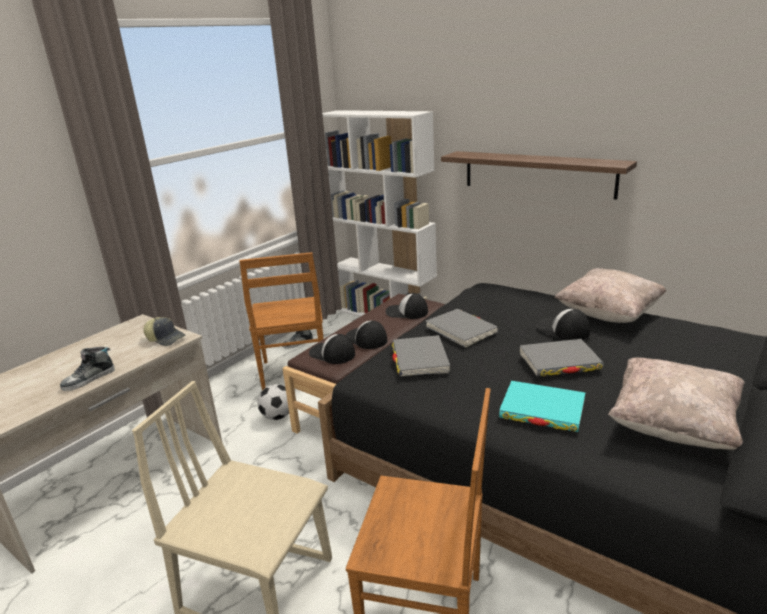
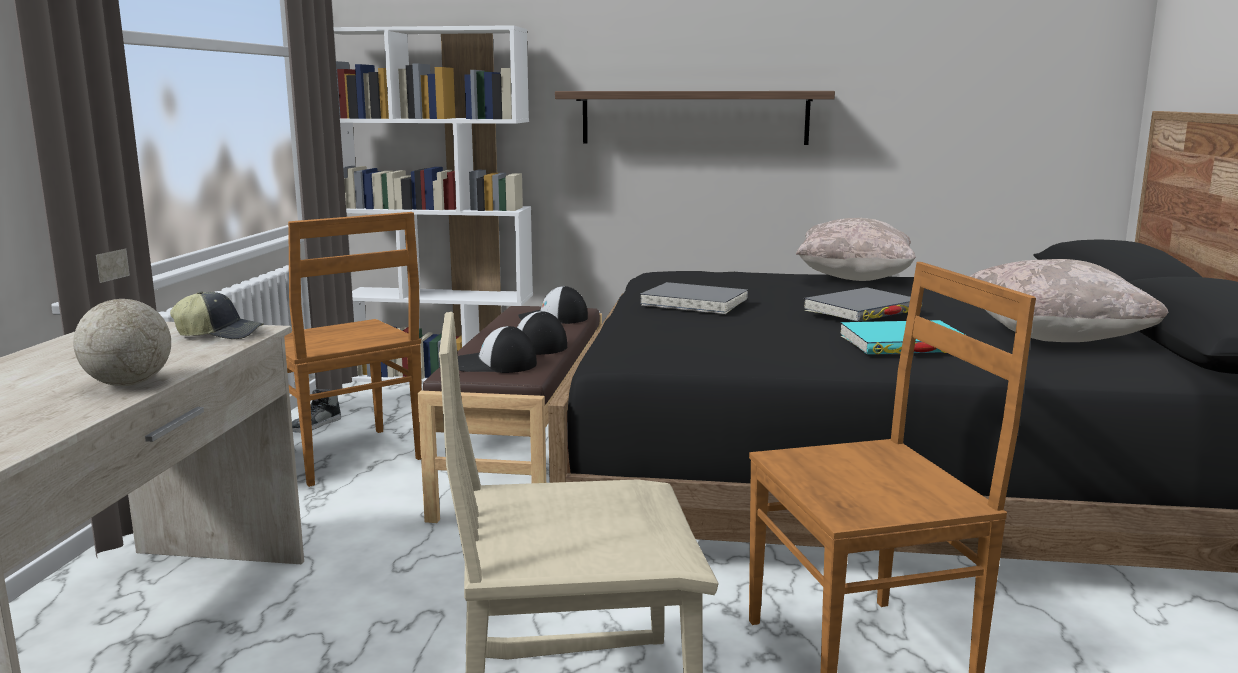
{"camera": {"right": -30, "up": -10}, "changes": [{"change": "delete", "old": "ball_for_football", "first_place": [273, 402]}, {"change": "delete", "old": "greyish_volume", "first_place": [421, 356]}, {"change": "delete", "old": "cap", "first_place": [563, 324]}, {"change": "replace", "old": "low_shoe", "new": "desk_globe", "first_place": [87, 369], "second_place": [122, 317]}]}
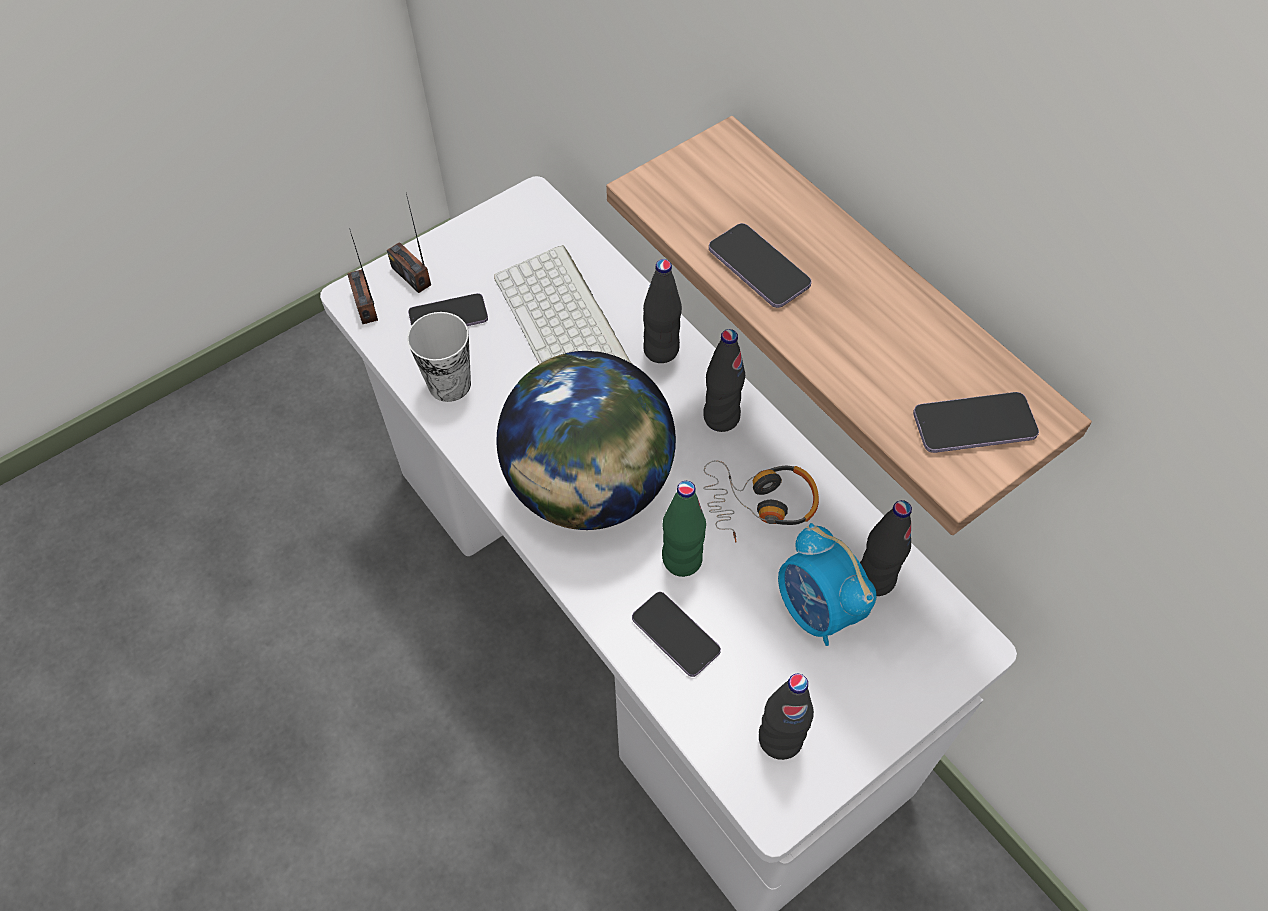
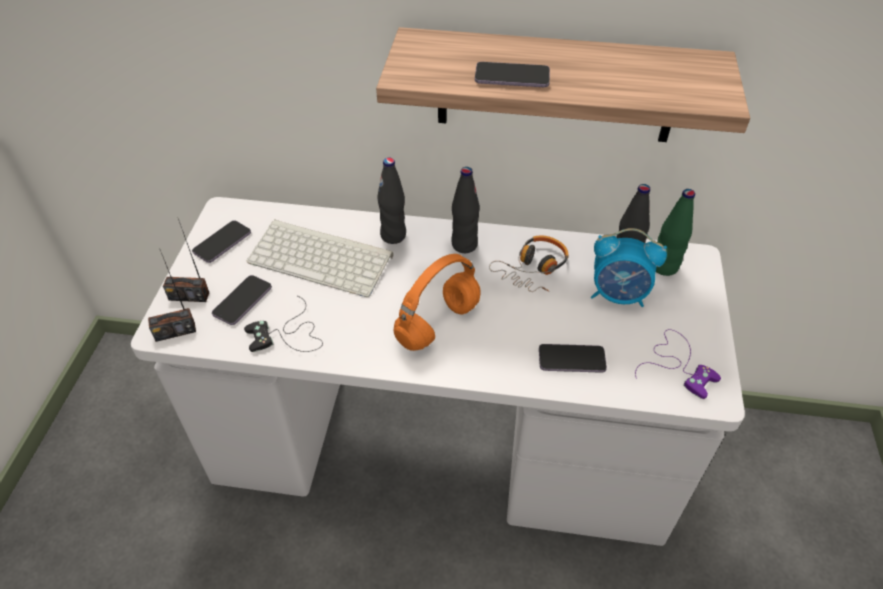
{"camera": {"right": -45, "up": -10}, "changes": [{"change": "move", "old": "green-coloured_drink_bottle", "first_place": [684, 529], "second_place": [675, 232]}, {"change": "move", "old": "phone", "first_place": [976, 422], "second_place": [221, 241]}, {"change": "replace", "old": "cup", "new": "blackish_gamepad", "first_place": [439, 357], "second_place": [283, 324]}, {"change": "replace", "old": "desk_globe", "new": "orange_pair_of_headphones", "first_place": [586, 440], "second_place": [436, 302]}, {"change": "replace", "old": "blackish_drink_bottle", "new": "purple-coloured_gamepad", "first_place": [786, 717], "second_place": [678, 364]}, {"change": "rotate", "old": "radio", "first_place": [362, 276], "second_place": [172, 296], "degrees": -45}]}
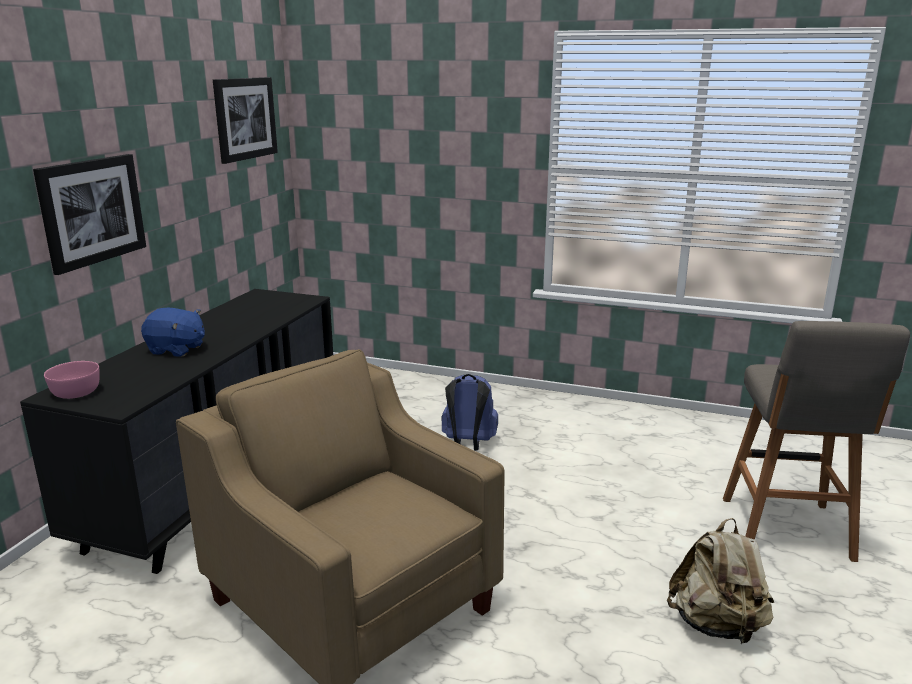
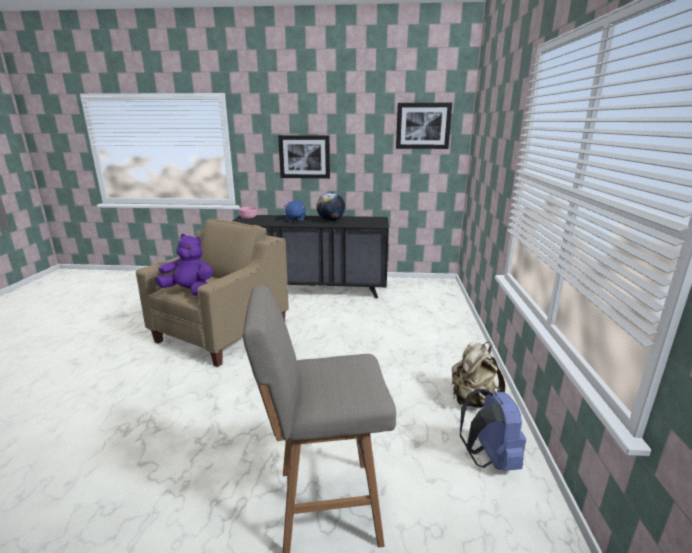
{"camera": {"right": 75, "up": 0}, "changes": [{"change": "insert", "new": "purple-coloured_soft_toy", "second_place": [184, 265]}, {"change": "insert", "new": "desk_globe", "second_place": [331, 206]}, {"change": "move", "old": "blue_knapsack", "first_place": [470, 412], "second_place": [493, 430]}, {"change": "move", "old": "sand-coloured_knapsack", "first_place": [720, 581], "second_place": [478, 375]}]}
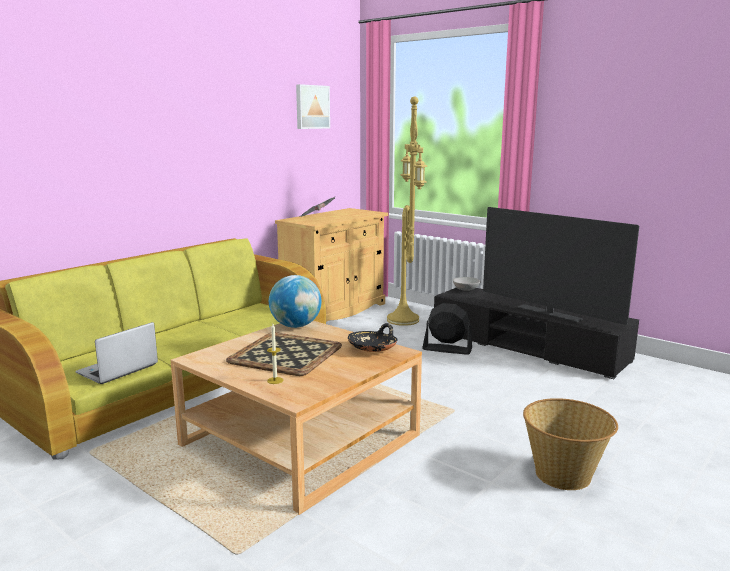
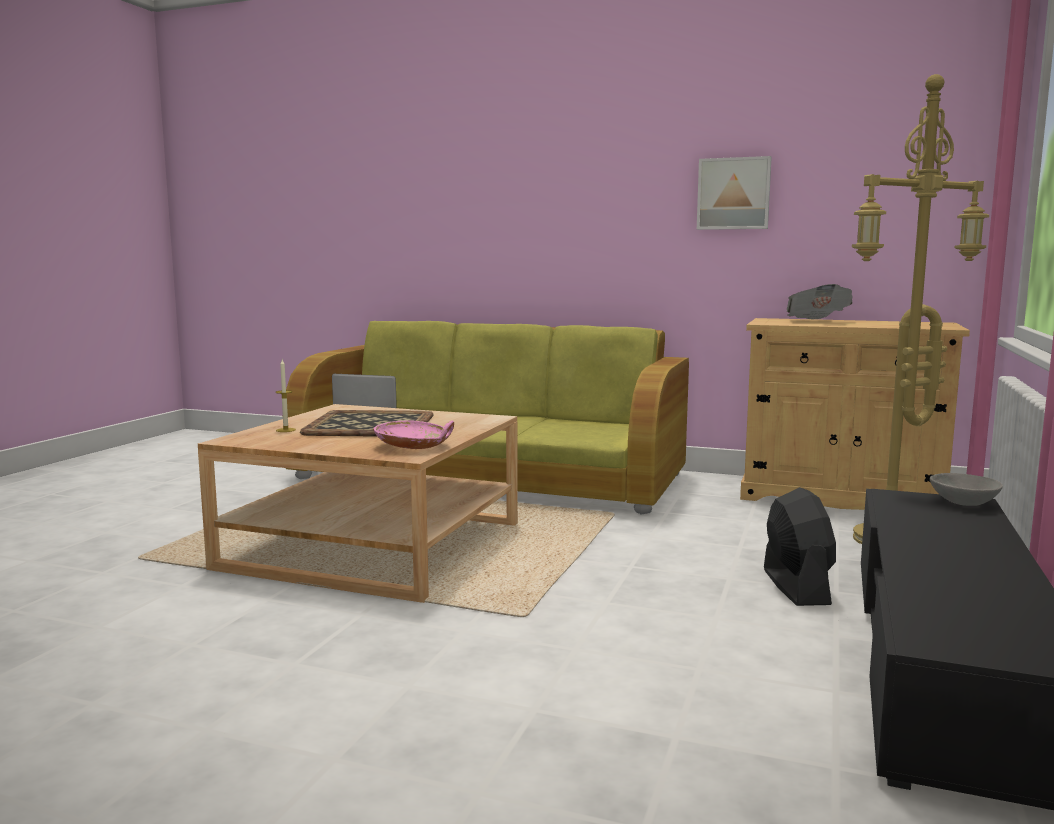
{"camera": {"right": 70, "up": -5}, "changes": [{"change": "delete", "old": "desk_globe", "first_place": [295, 301]}, {"change": "delete", "old": "TV_set", "first_place": [561, 266]}, {"change": "delete", "old": "storage_basket", "first_place": [570, 444]}, {"change": "move", "old": "picture", "first_place": [313, 106], "second_place": [734, 193]}, {"change": "recolor", "old": "blackish_deep_dish", "new": "pink_deep_dish", "first_place": [373, 337], "second_place": [413, 434]}]}
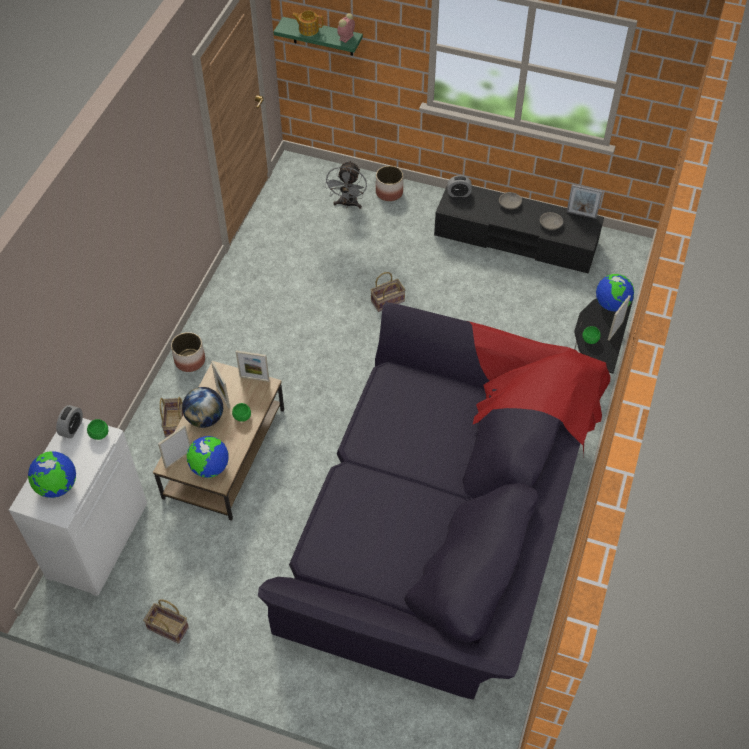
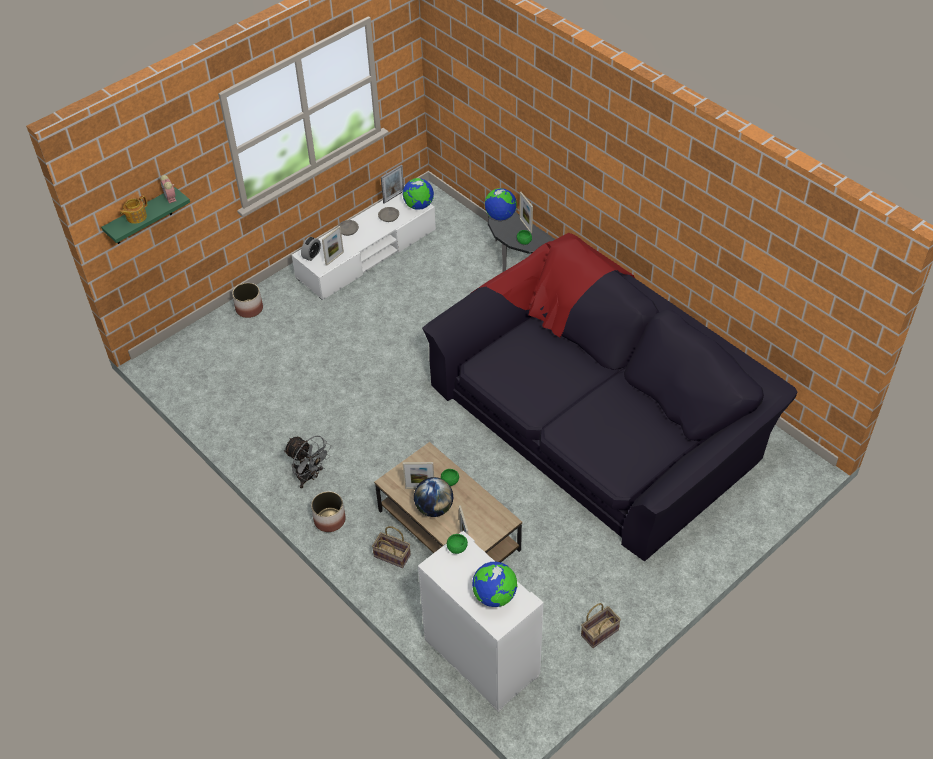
{"camera": {"right": -60, "up": -5}, "changes": [{"change": "delete", "old": "table_clock", "first_place": [69, 422]}, {"change": "delete", "old": "storage_basket", "first_place": [388, 292]}, {"change": "move", "old": "desk_globe", "first_place": [208, 457], "second_place": [418, 194]}, {"change": "move", "old": "picture_frame", "first_place": [252, 366], "second_place": [333, 246]}, {"change": "move", "old": "greyish_fan", "first_place": [346, 184], "second_place": [307, 462]}, {"change": "recolor", "old": "blackish_tv_stand", "new": "whitish_tv_stand", "first_place": [519, 229], "second_place": [364, 246]}]}
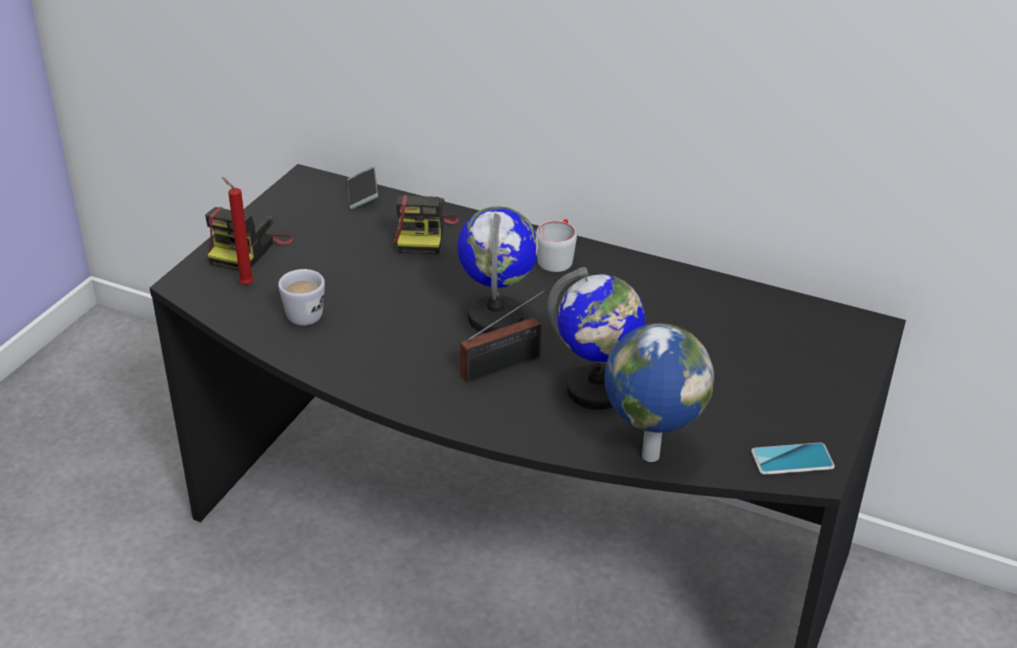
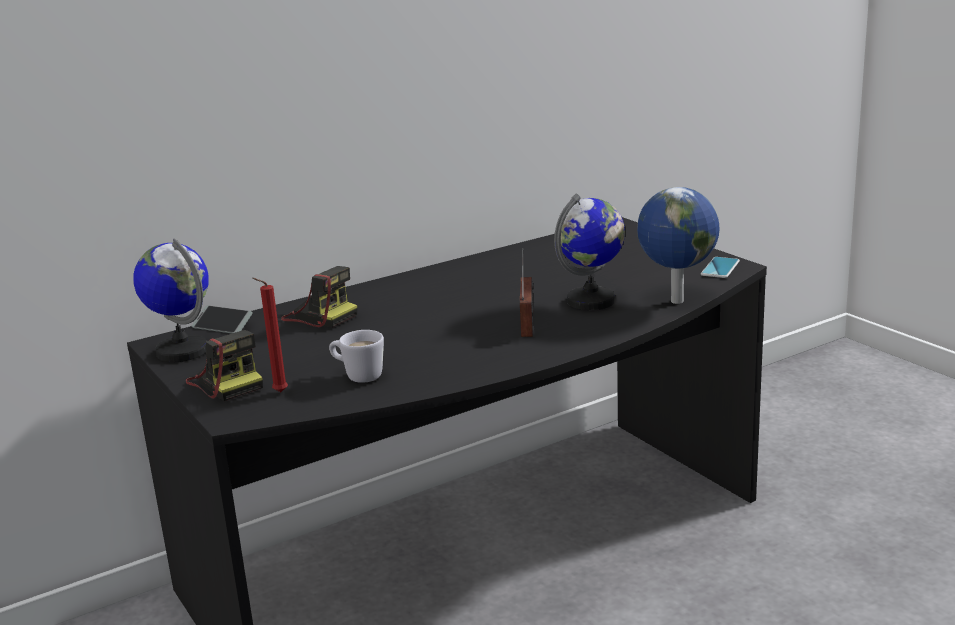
{"camera": {"right": -55, "up": -15}, "changes": [{"change": "delete", "old": "greyish_tea_mug", "first_place": [556, 245]}, {"change": "move", "old": "desk_globe", "first_place": [498, 269], "second_place": [171, 300]}]}
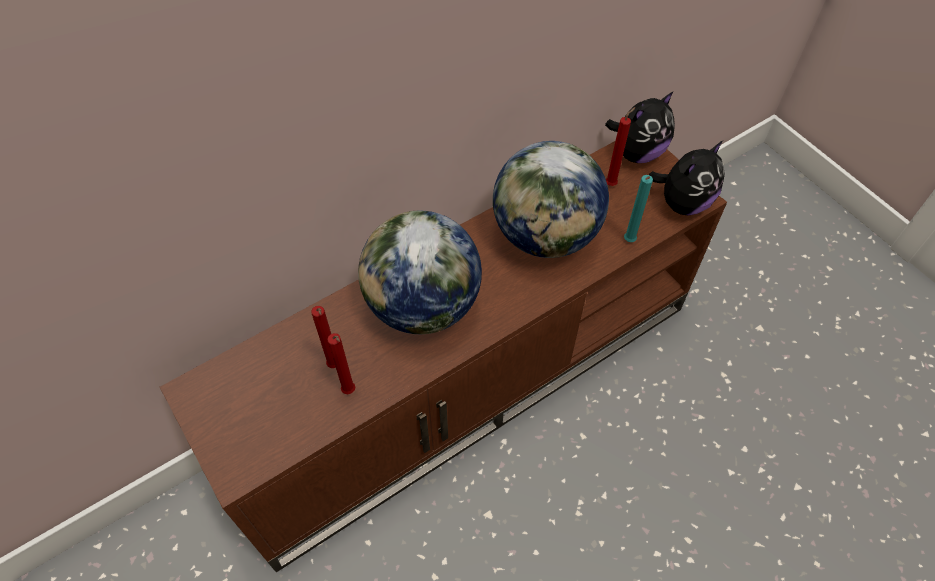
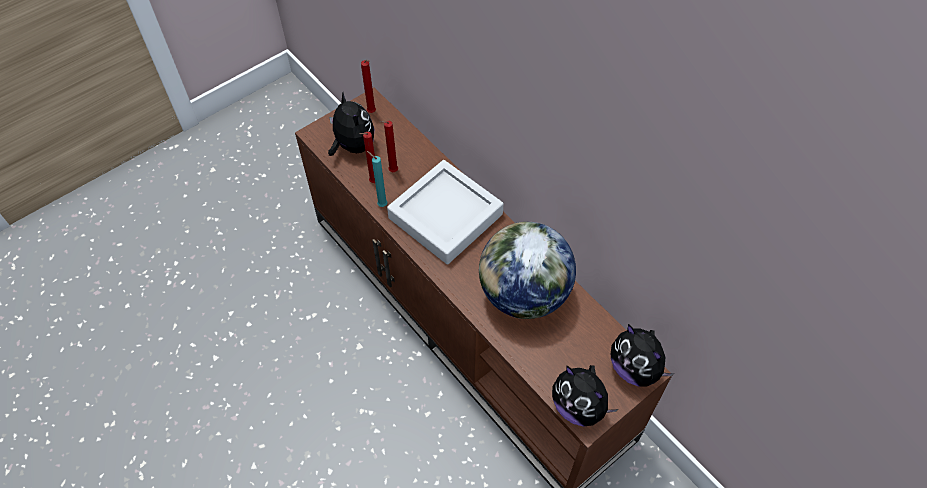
{"camera": {"right": 85, "up": 0}, "changes": [{"change": "insert", "new": "soft_toy", "second_place": [351, 124]}, {"change": "move", "old": "red-coloured_candle", "first_place": [620, 146], "second_place": [368, 86]}, {"change": "move", "old": "turquoise-coloured_candle", "first_place": [638, 208], "second_place": [377, 179]}, {"change": "replace", "old": "desk_globe", "new": "greyish_serving_tray", "first_place": [420, 272], "second_place": [445, 212]}]}
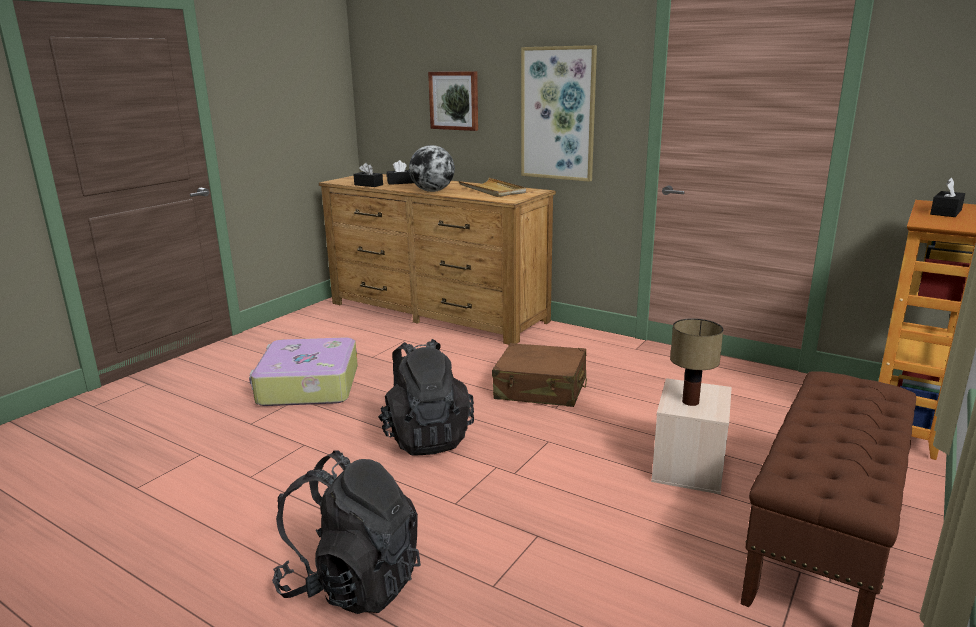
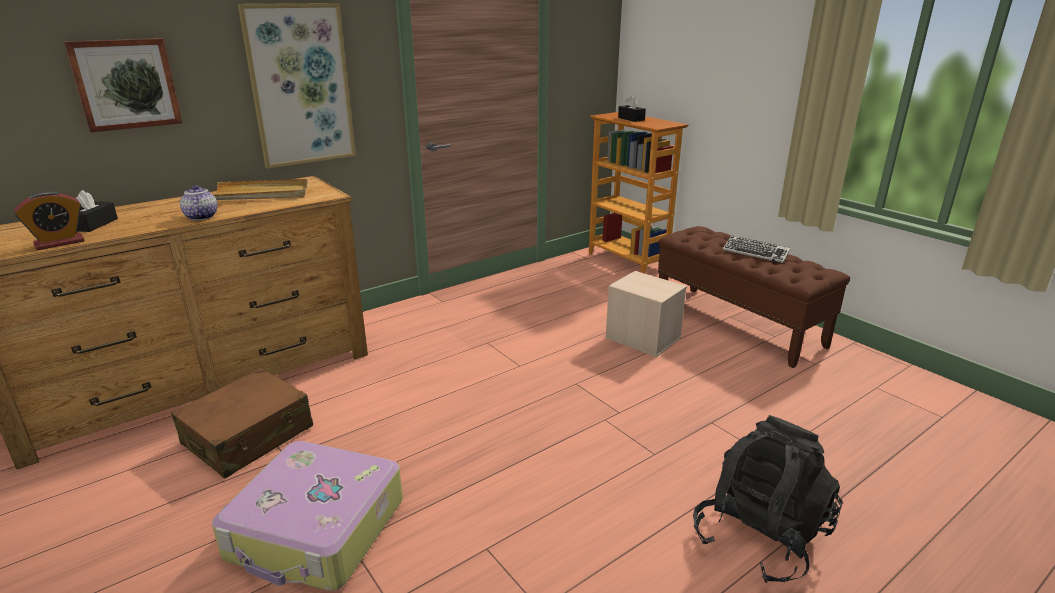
{"camera": {"right": -70, "up": 5}, "changes": [{"change": "delete", "old": "blackish_knapsack", "first_place": [426, 397]}, {"change": "delete", "old": "table_lamp", "first_place": [697, 362]}, {"change": "insert", "new": "PC_keyboard", "second_place": [757, 249]}, {"change": "move", "old": "brownish_travel_case", "first_place": [539, 375], "second_place": [242, 423]}, {"change": "replace", "old": "blackish_tissue_holder", "new": "table_clock", "first_place": [368, 175], "second_place": [49, 220]}, {"change": "replace", "old": "desk_globe", "new": "teapot", "first_place": [431, 168], "second_place": [198, 202]}]}
